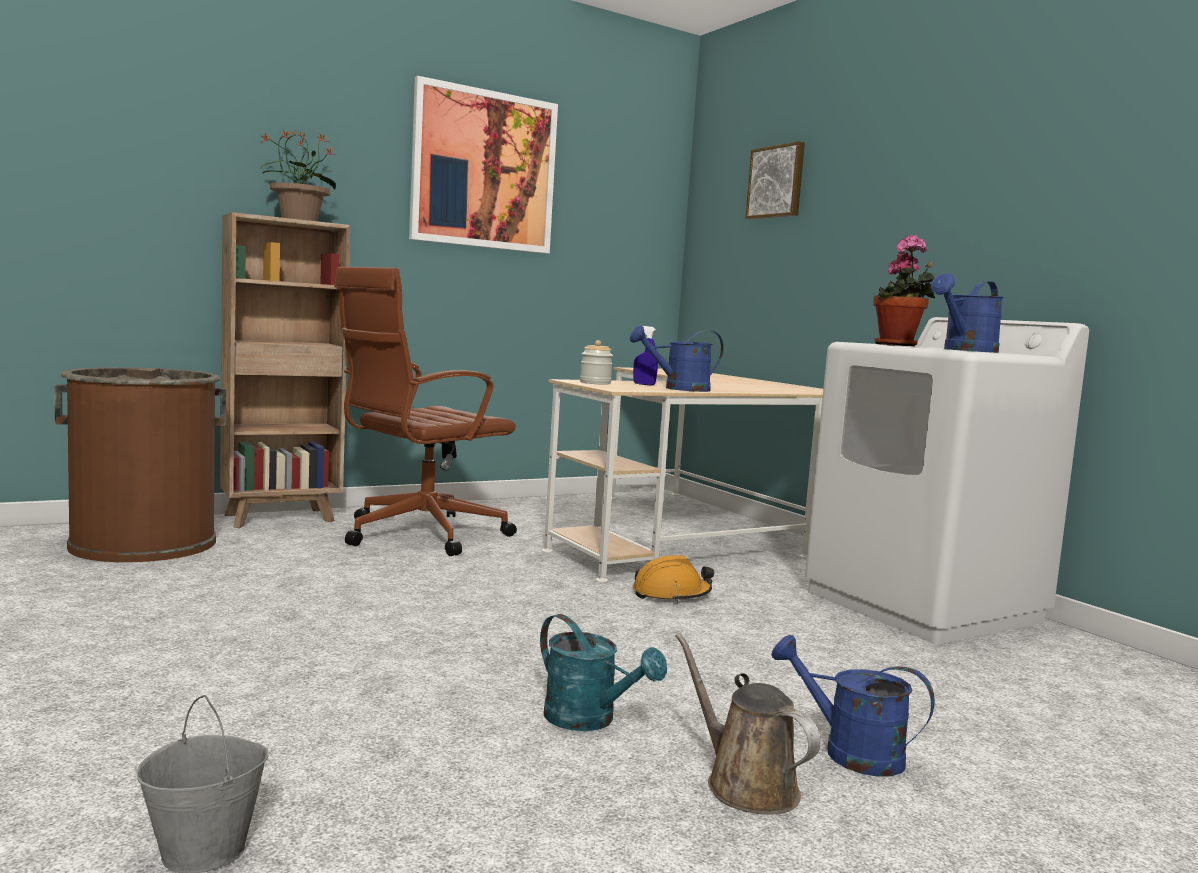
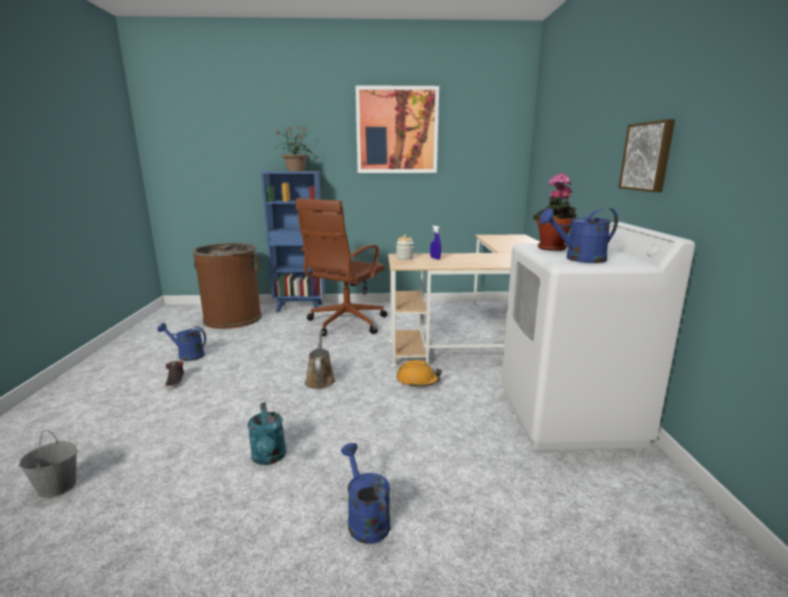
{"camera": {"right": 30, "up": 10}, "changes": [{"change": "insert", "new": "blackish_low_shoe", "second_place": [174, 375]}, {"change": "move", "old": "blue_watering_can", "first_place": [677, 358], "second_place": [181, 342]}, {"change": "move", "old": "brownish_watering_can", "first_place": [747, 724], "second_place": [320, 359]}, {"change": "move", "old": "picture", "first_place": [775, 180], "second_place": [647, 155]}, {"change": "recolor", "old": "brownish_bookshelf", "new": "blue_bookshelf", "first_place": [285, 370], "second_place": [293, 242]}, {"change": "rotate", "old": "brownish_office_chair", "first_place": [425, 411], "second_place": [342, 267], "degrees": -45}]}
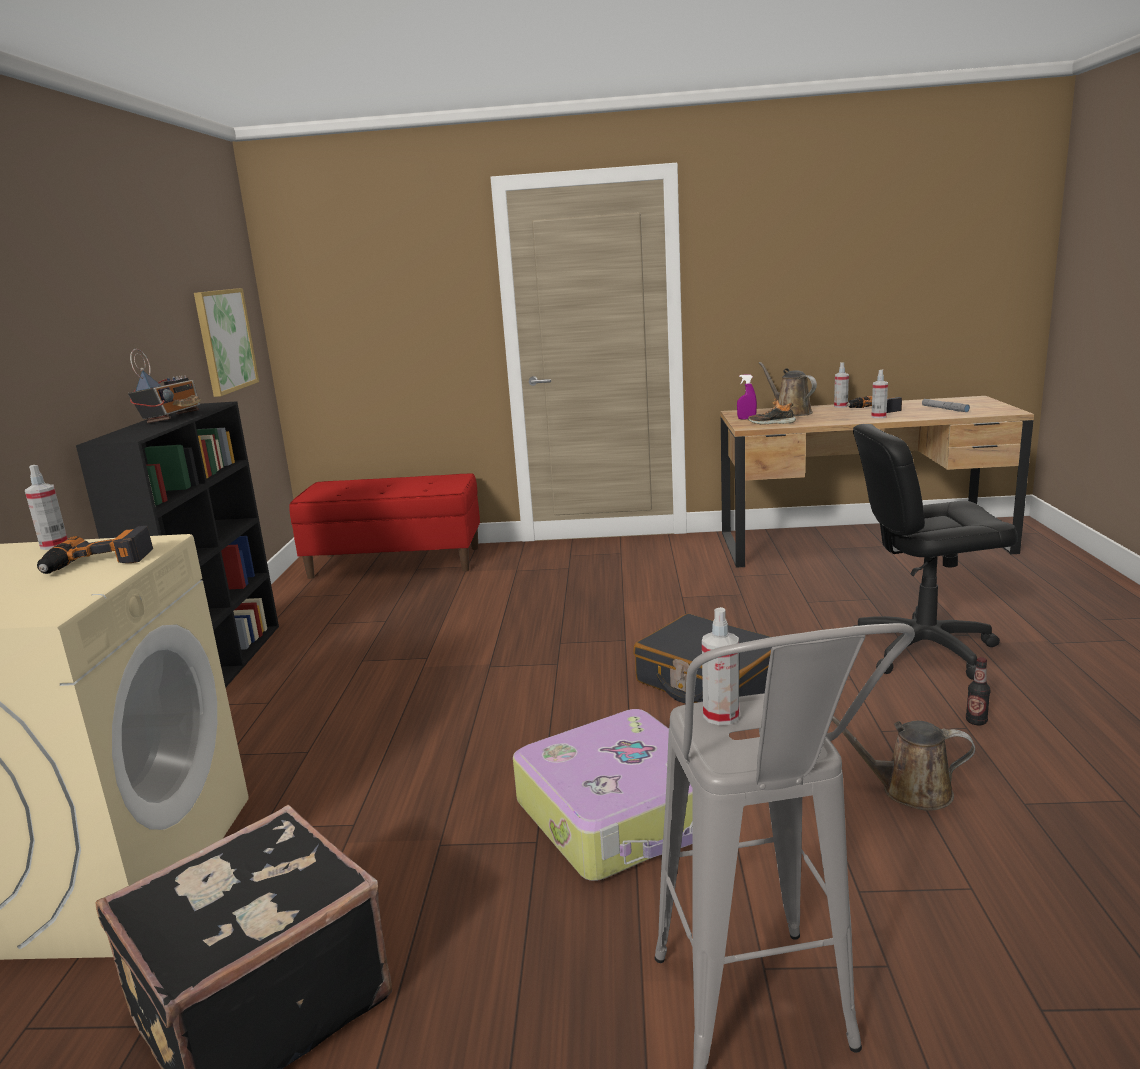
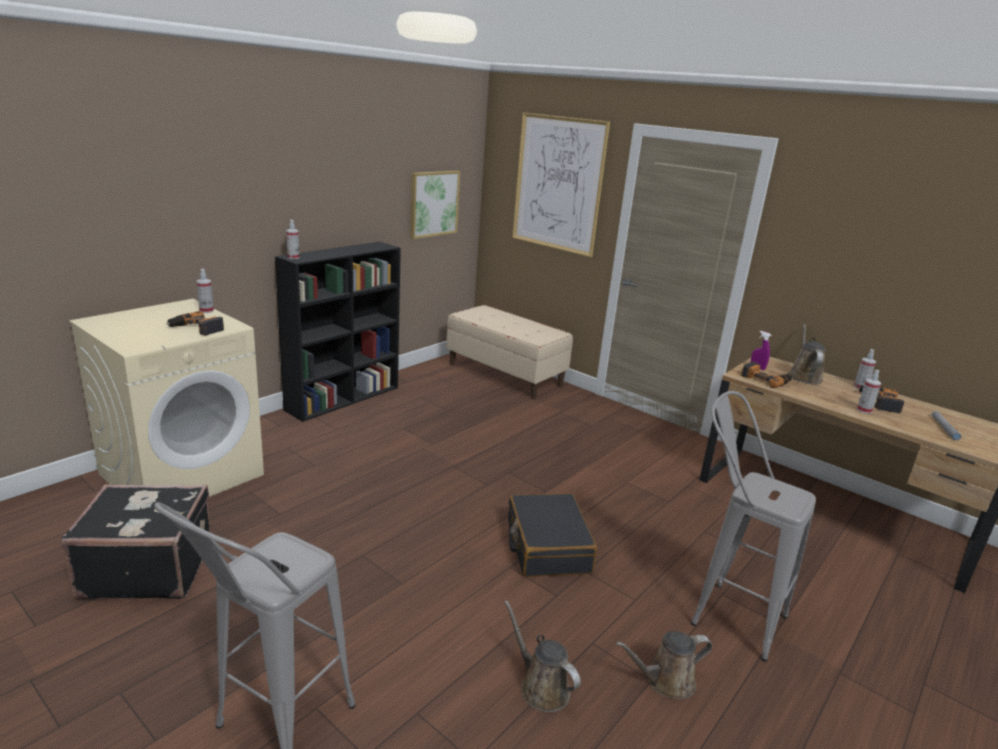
{"camera": {"right": 35, "up": 5}, "changes": [{"change": "delete", "old": "radio", "first_place": [164, 386]}, {"change": "delete", "old": "travel_case", "first_place": [603, 795]}, {"change": "insert", "new": "picture", "second_place": [561, 185]}, {"change": "move", "old": "sprayer", "first_place": [720, 666], "second_place": [292, 239]}, {"change": "replace", "old": "low_shoe", "new": "electric_drill", "first_place": [772, 412], "second_place": [766, 374]}, {"change": "replace", "old": "blackish_office_chair", "new": "greyish_stool", "first_place": [935, 552], "second_place": [753, 526]}, {"change": "replace", "old": "drink_bottle", "new": "brownish_watering_can", "first_place": [978, 691], "second_place": [664, 665]}, {"change": "recolor", "old": "red-coloured_long_seat", "new": "sand-coloured_long_seat", "first_place": [384, 526], "second_place": [509, 352]}]}
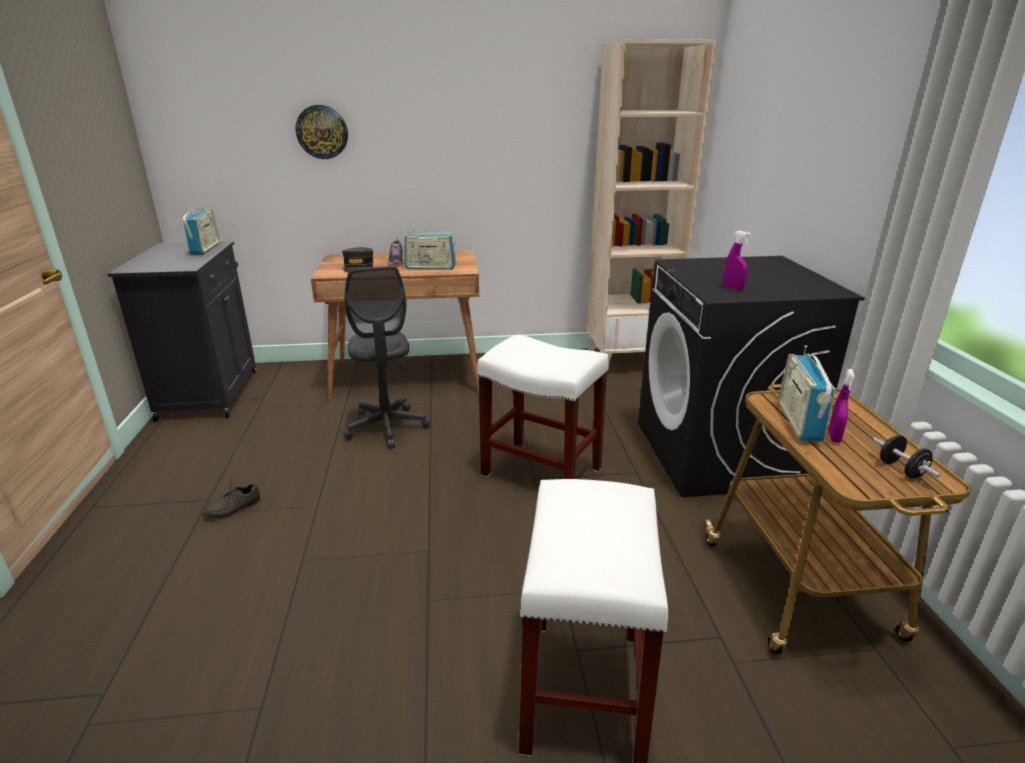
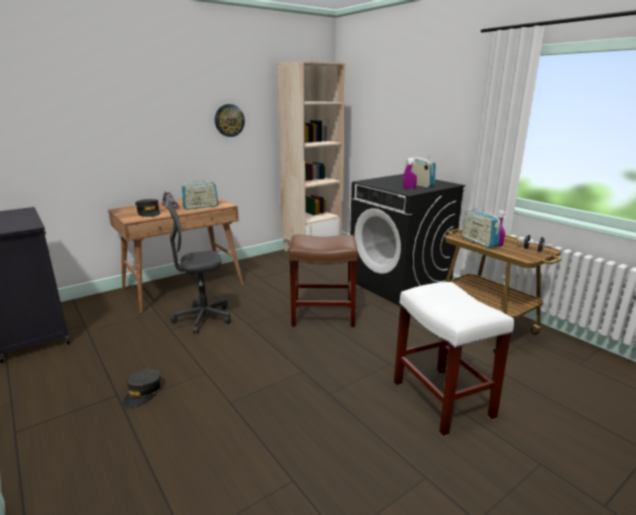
{"camera": {"right": -30, "up": -5}, "changes": [{"change": "move", "old": "radio", "first_place": [201, 231], "second_place": [420, 171]}, {"change": "move", "old": "wall_clock", "first_place": [321, 132], "second_place": [230, 120]}, {"change": "replace", "old": "greyish_low_shoe", "new": "greyish_cap", "first_place": [231, 499], "second_place": [142, 388]}, {"change": "recolor", "old": "whitish_stool", "new": "brownish_stool", "first_place": [543, 407], "second_place": [323, 281]}, {"change": "rotate", "old": "greyish_office_chair", "first_place": [387, 357], "second_place": [198, 266], "degrees": 120}]}
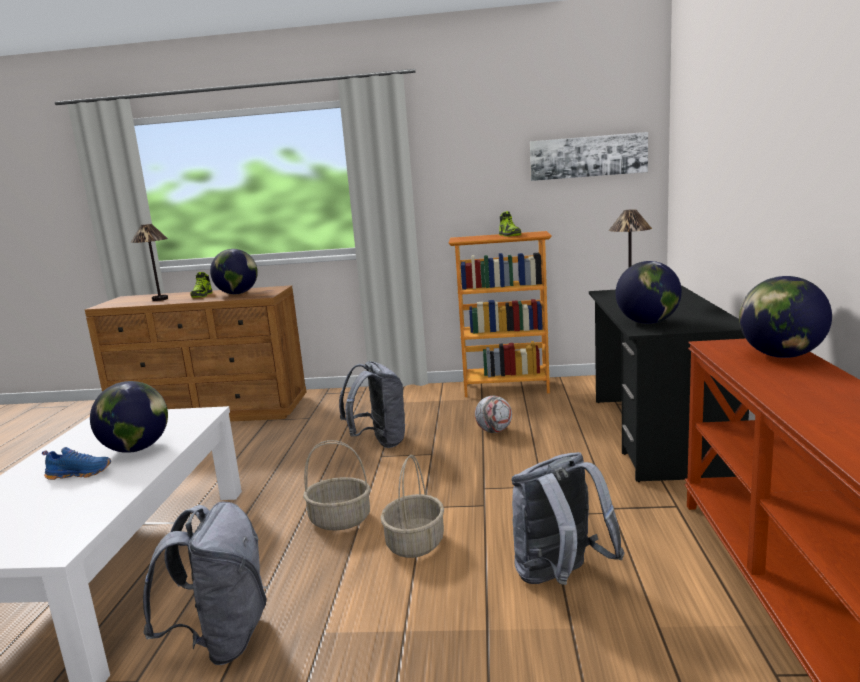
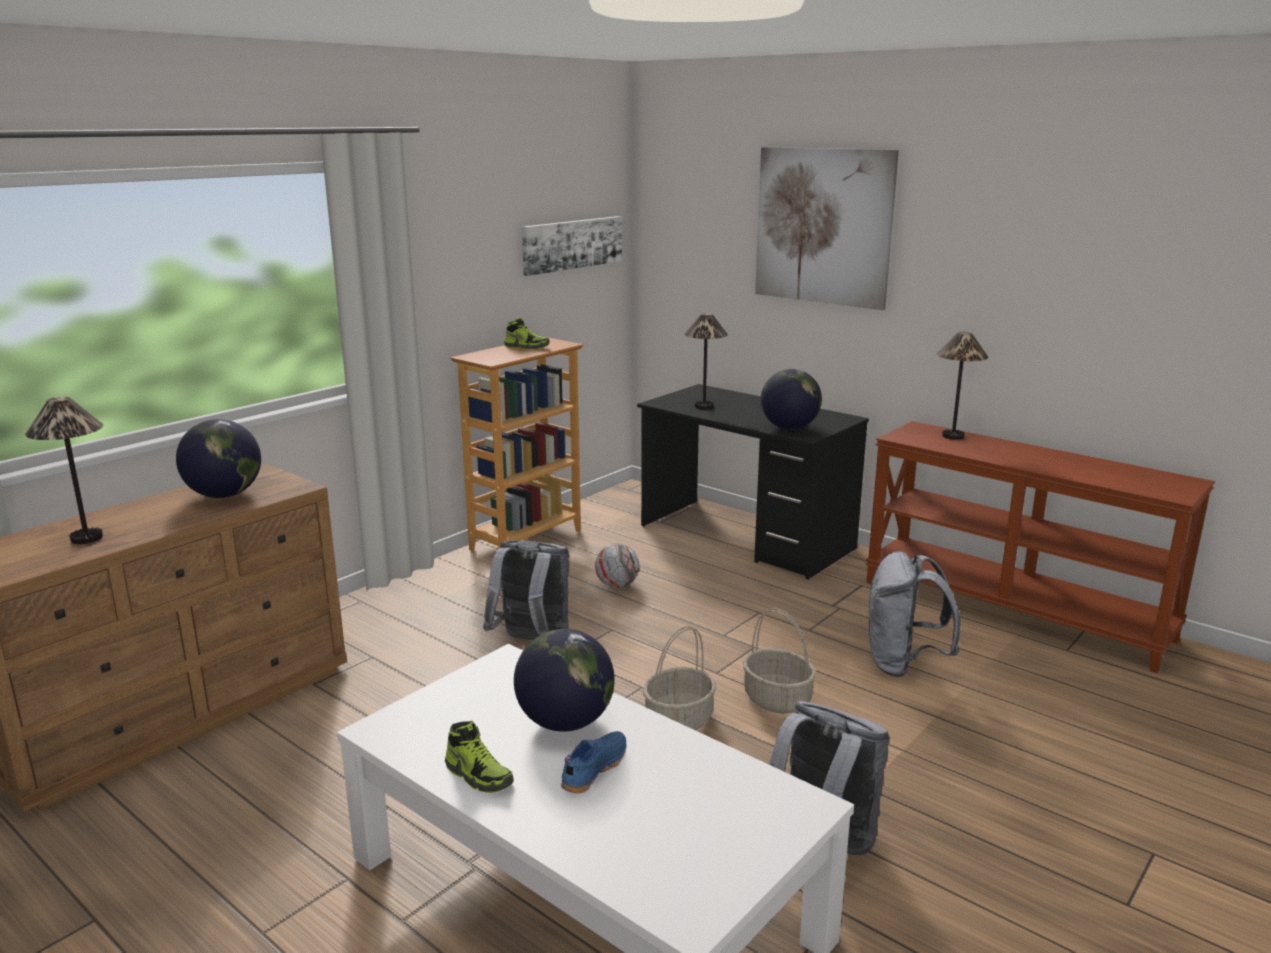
{"camera": {"right": -55, "up": 5}, "changes": [{"change": "insert", "new": "picture", "second_place": [827, 228]}, {"change": "move", "old": "low_shoe", "first_place": [201, 285], "second_place": [479, 756]}, {"change": "replace", "old": "desk_globe", "new": "table_lamp", "first_place": [785, 317], "second_place": [962, 386]}]}
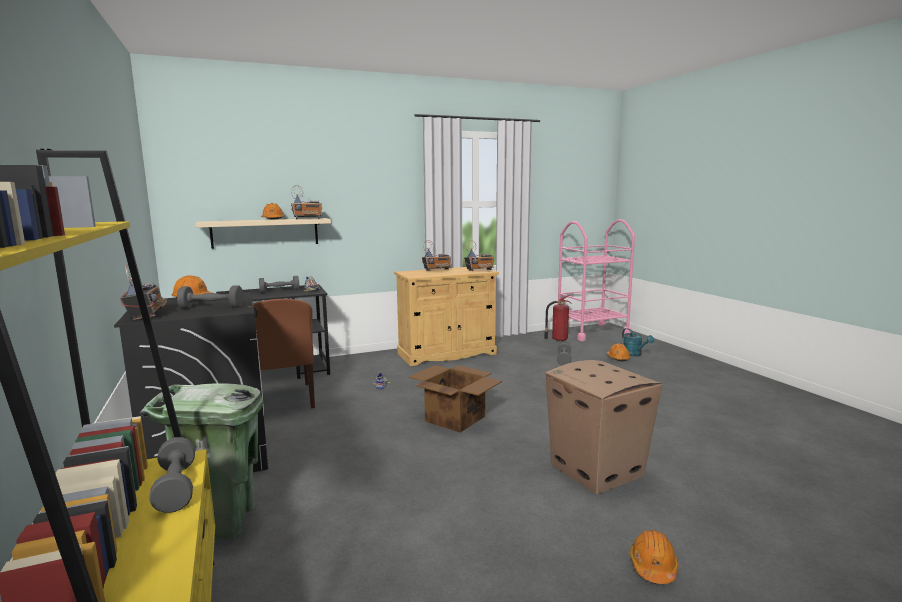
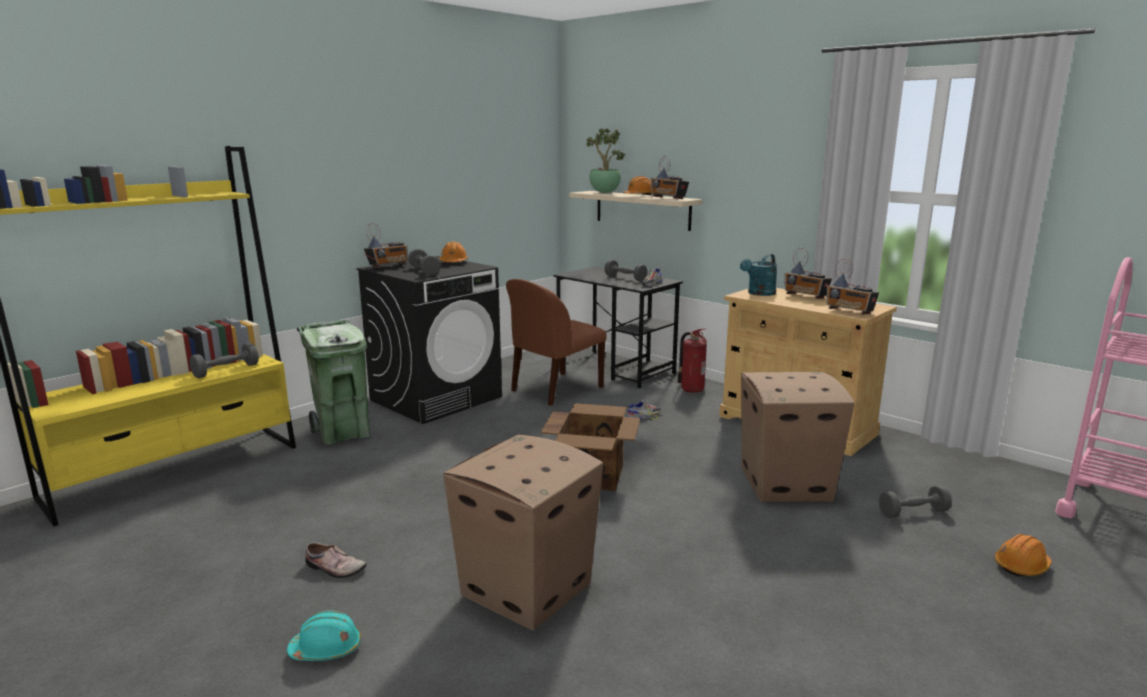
{"camera": {"right": 65, "up": 5}, "changes": [{"change": "insert", "new": "low_shoe", "second_place": [336, 560]}, {"change": "insert", "new": "plant_in_a_pot", "second_place": [605, 160]}, {"change": "insert", "new": "cardboard_box", "second_place": [798, 437]}, {"change": "move", "old": "fire-fighting_cylinder", "first_place": [558, 318], "second_place": [692, 360]}, {"change": "move", "old": "turquoise-coloured_watering_can", "first_place": [638, 342], "second_place": [759, 275]}, {"change": "recolor", "old": "orange_work_helmet", "new": "turquoise-coloured_work_helmet", "first_place": [654, 557], "second_place": [324, 635]}]}
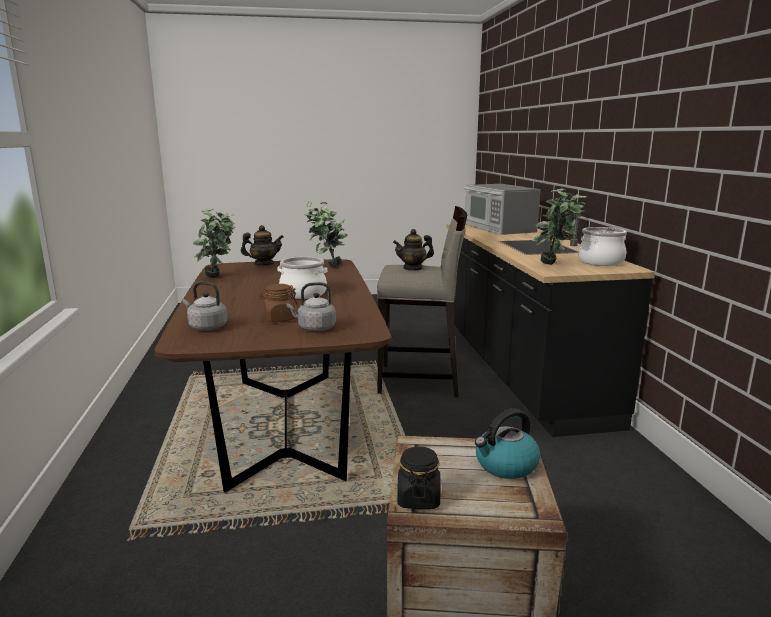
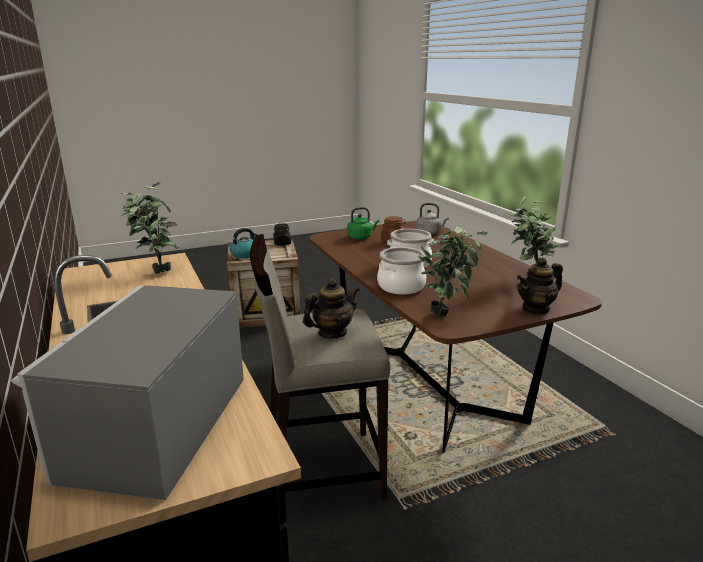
{"camera": {"right": 165, "up": 5}, "changes": [{"change": "move", "old": "saucepot", "first_place": [602, 246], "second_place": [401, 271]}, {"change": "recolor", "old": "greyish_water_kettle", "new": "green-coloured_water_kettle", "first_place": [311, 306], "second_place": [363, 223]}, {"change": "rotate", "old": "microwave_oven", "first_place": [502, 209], "second_place": [127, 392], "degrees": -135}]}
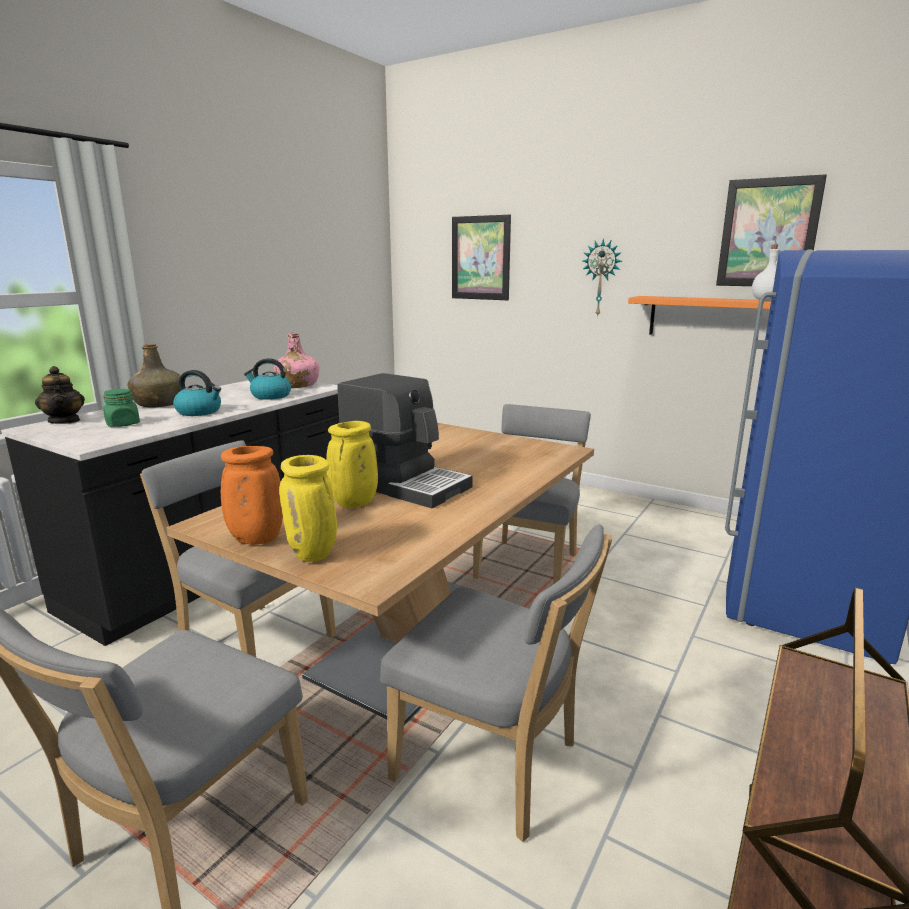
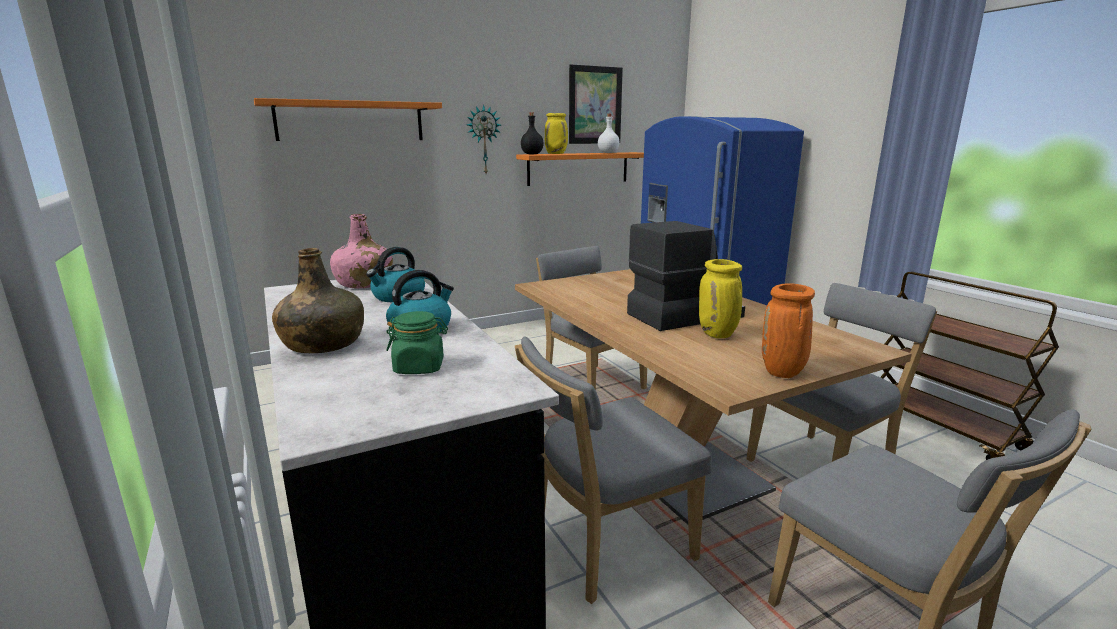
{"camera": {"right": -60, "up": 0}, "changes": [{"change": "delete", "old": "teapot", "first_place": [60, 395]}, {"change": "insert", "new": "blackish_drink_bottle", "second_place": [532, 133]}, {"change": "move", "old": "yellow-coloured_decorative_vase", "first_place": [308, 508], "second_place": [556, 133]}, {"change": "replace", "old": "picture", "new": "orange_bracket_shelf", "first_place": [481, 257], "second_place": [348, 119]}]}
